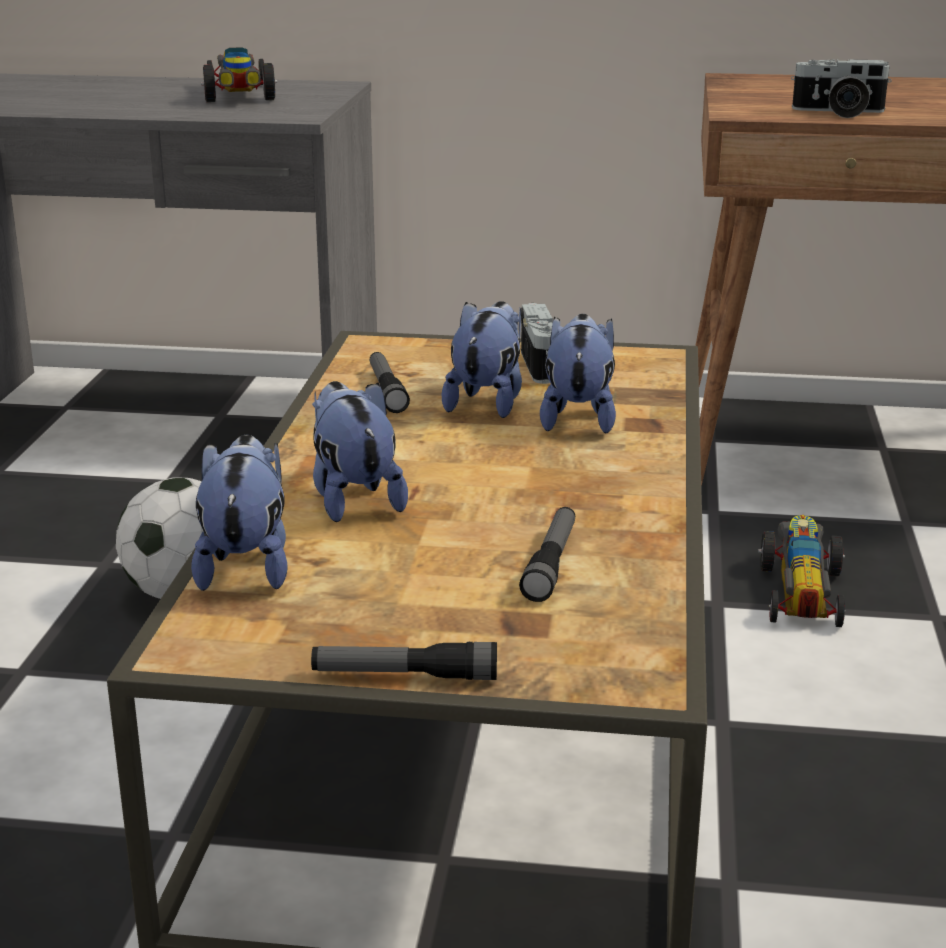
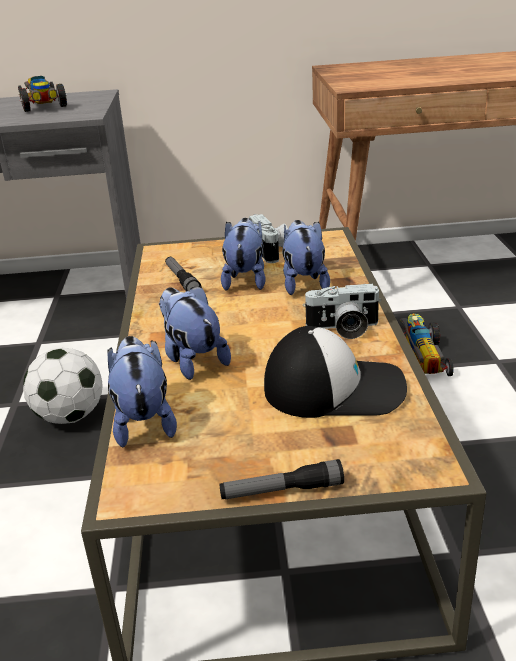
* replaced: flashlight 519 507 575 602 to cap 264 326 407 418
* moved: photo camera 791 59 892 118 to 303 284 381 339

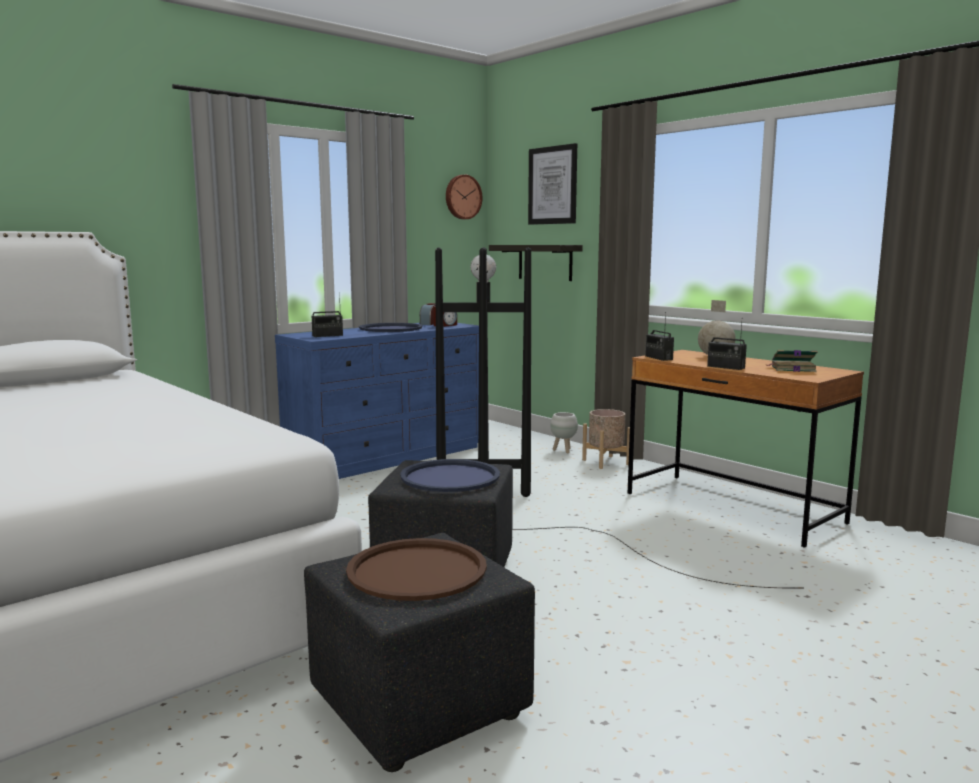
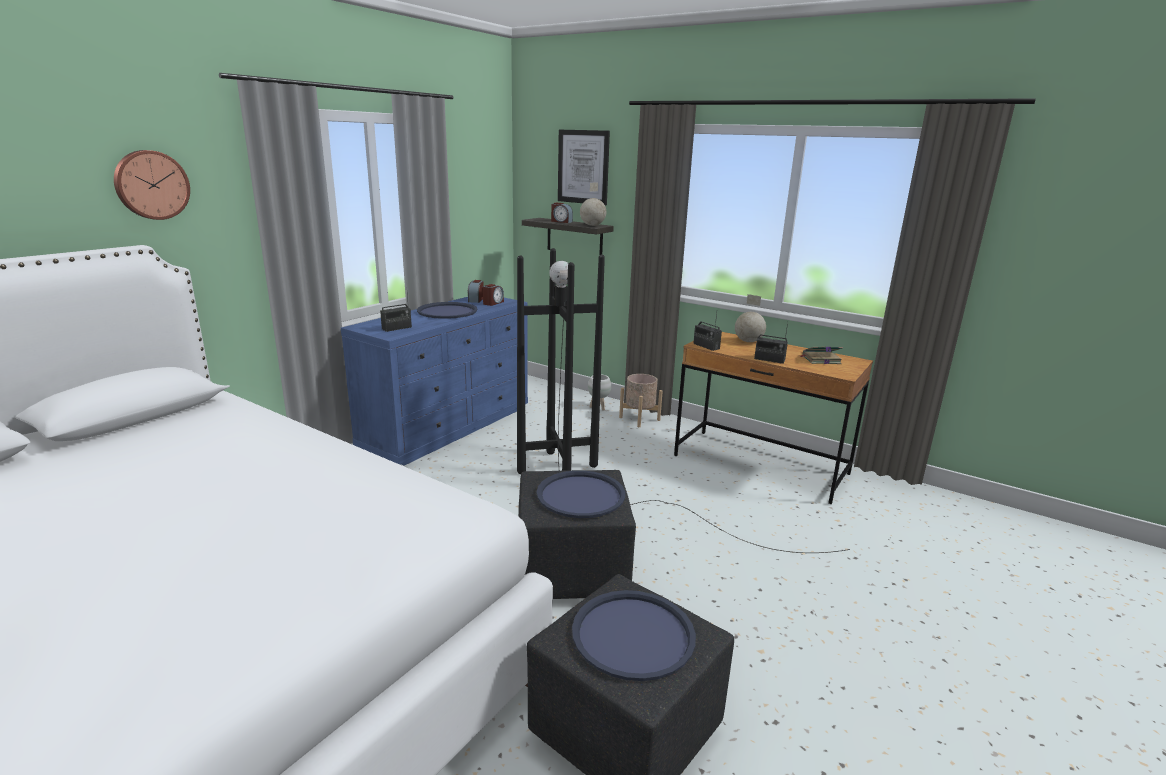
* recoloured: brown tray 346 538 487 601 to blue tray 572 590 696 681
* moved: wall clock 446 175 482 219 to 114 150 190 220
* added: alarm clock 551 203 573 223
* added: globe 580 182 606 226

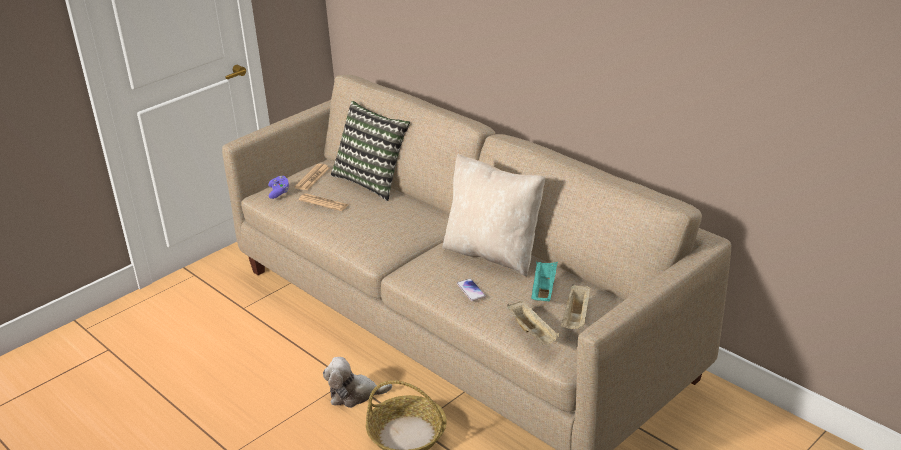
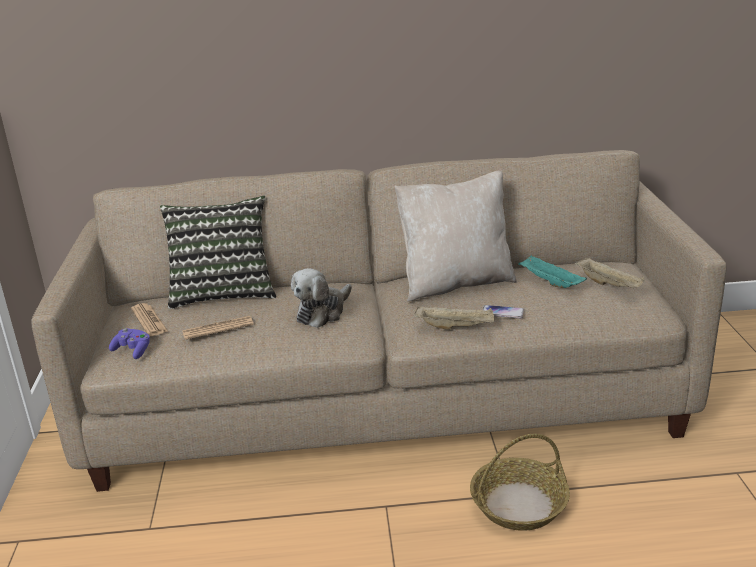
* moved: plush toy 323 357 392 408 to 291 268 352 328
* moved: beige tray 507 301 559 345 to 414 306 495 330

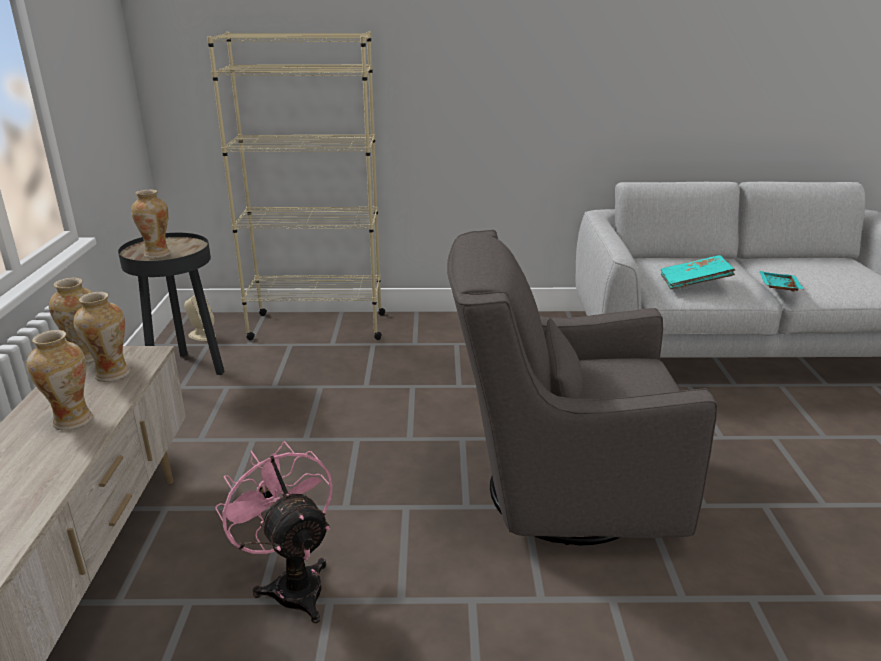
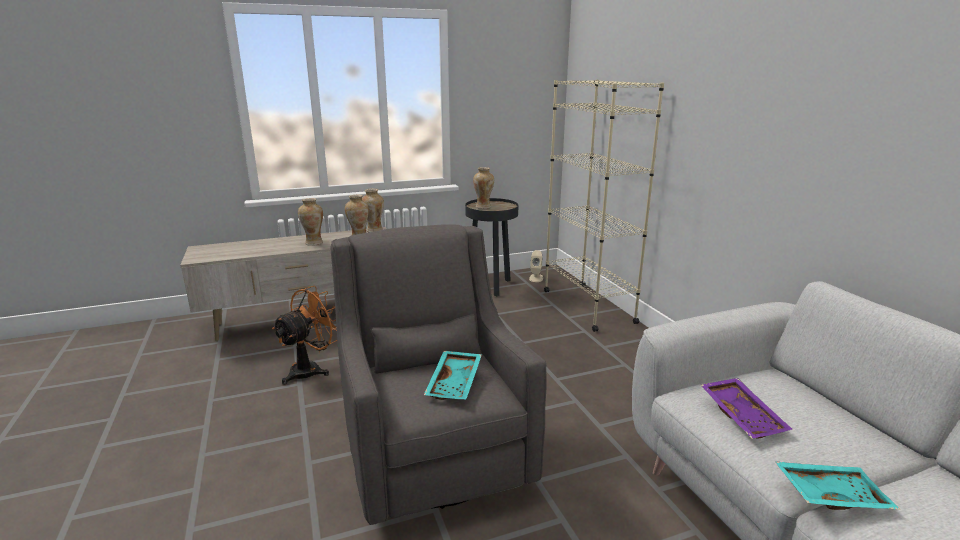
* recoloured: pink fan 215 441 332 623 to orange fan 272 286 337 385
* replaced: turquoise book 661 255 735 290 to purple tray 701 378 792 439
* added: turquoise tray 424 351 482 400

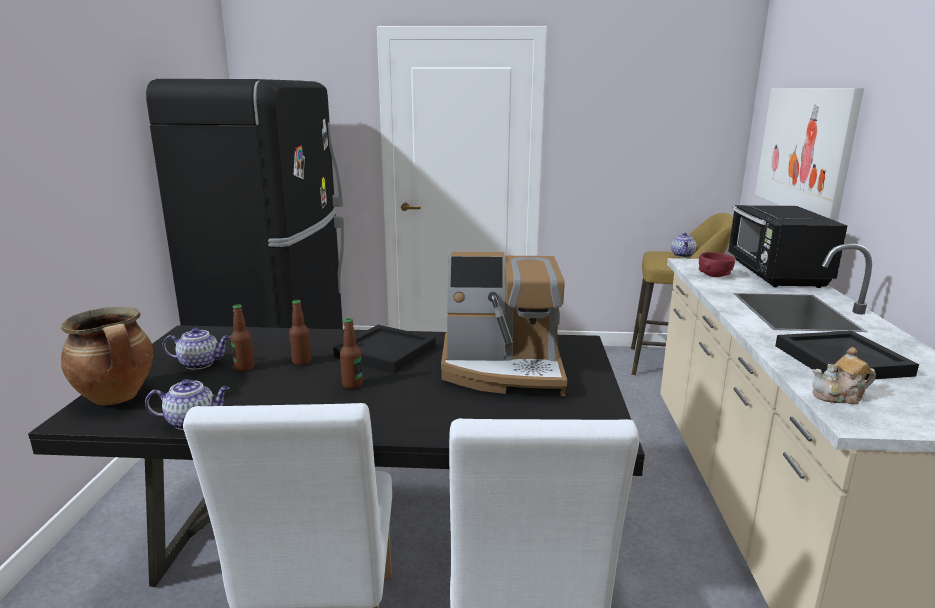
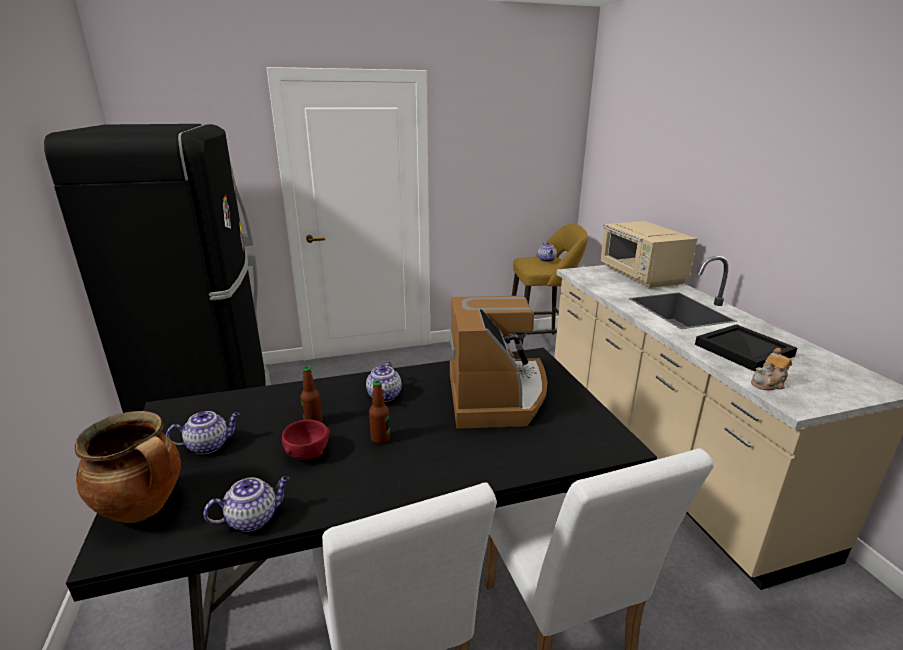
* removed: bottle 231 304 254 371
* replaced: black tray 333 325 436 373 to teapot 366 361 402 402
* turned: coffee machine 441 252 567 397 = 450 296 547 429 75 degrees counterclockwise
* moved: red bowl 699 252 735 277 to 282 420 330 460
* recoloured: black microwave 728 205 847 288 to beige microwave 601 221 697 289
* removed: picture 755 88 864 221

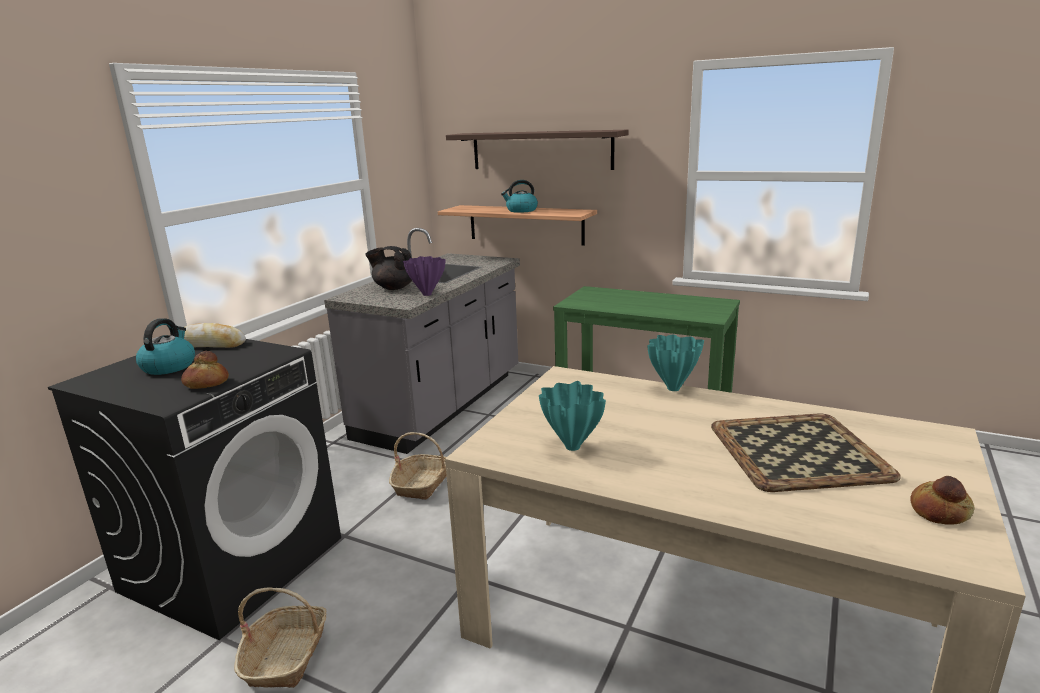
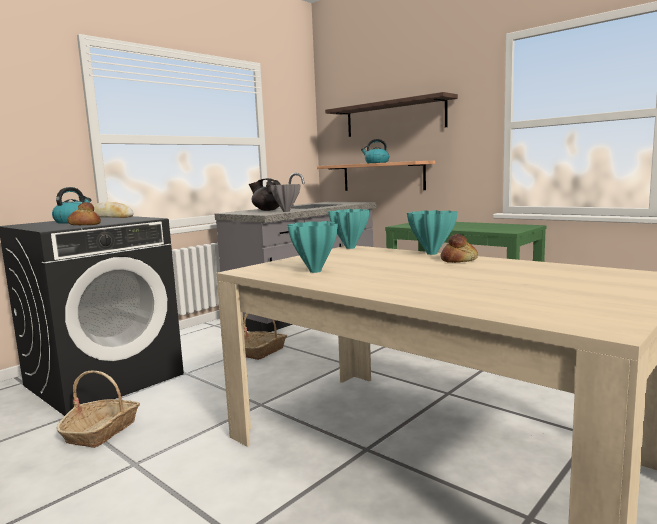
* recoloured: purple vase 403 256 446 296 to grey vase 270 184 301 212
* removed: tray 711 414 901 492
* moved: bread 910 476 975 525 to 441 234 478 263
* added: turquoise vase 328 209 370 249

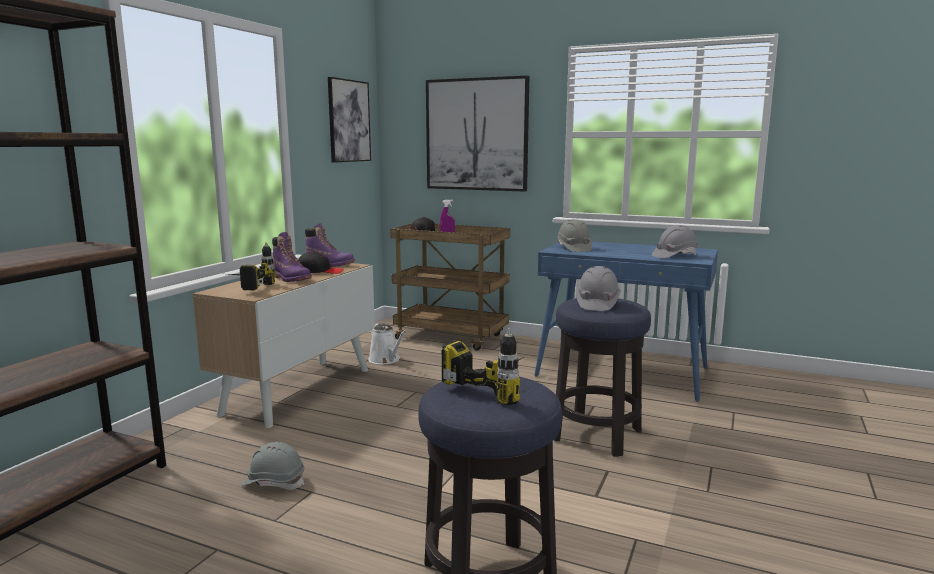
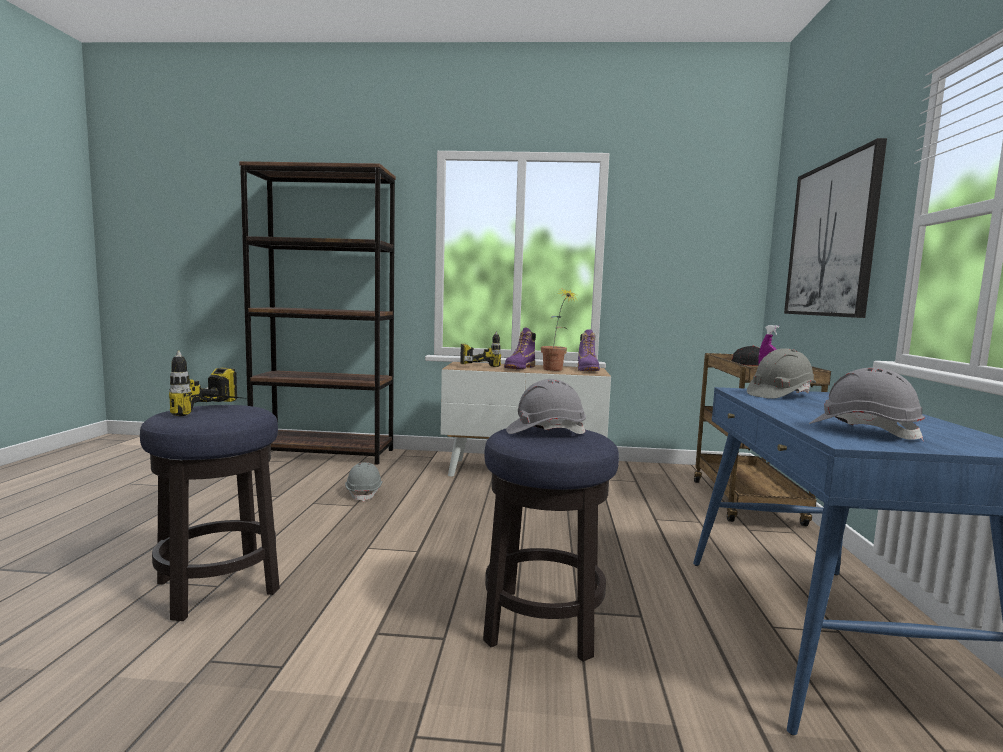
* replaced: black cap 298 251 343 274 to potted plant 541 288 579 371
* removed: picture 328 77 371 163
* removed: white watering can 368 323 406 364

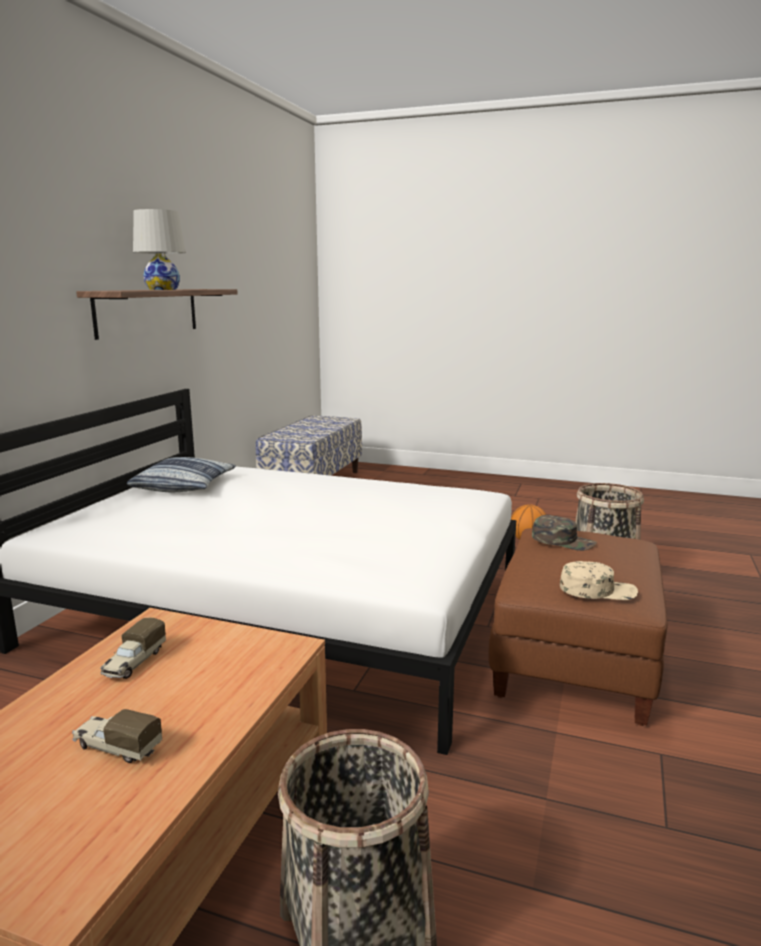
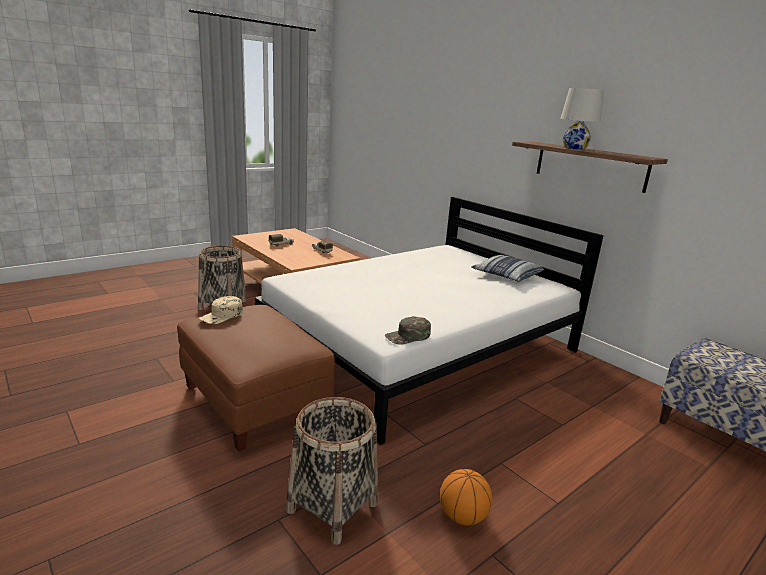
* moved: green cap 532 515 597 551 to 385 316 431 345

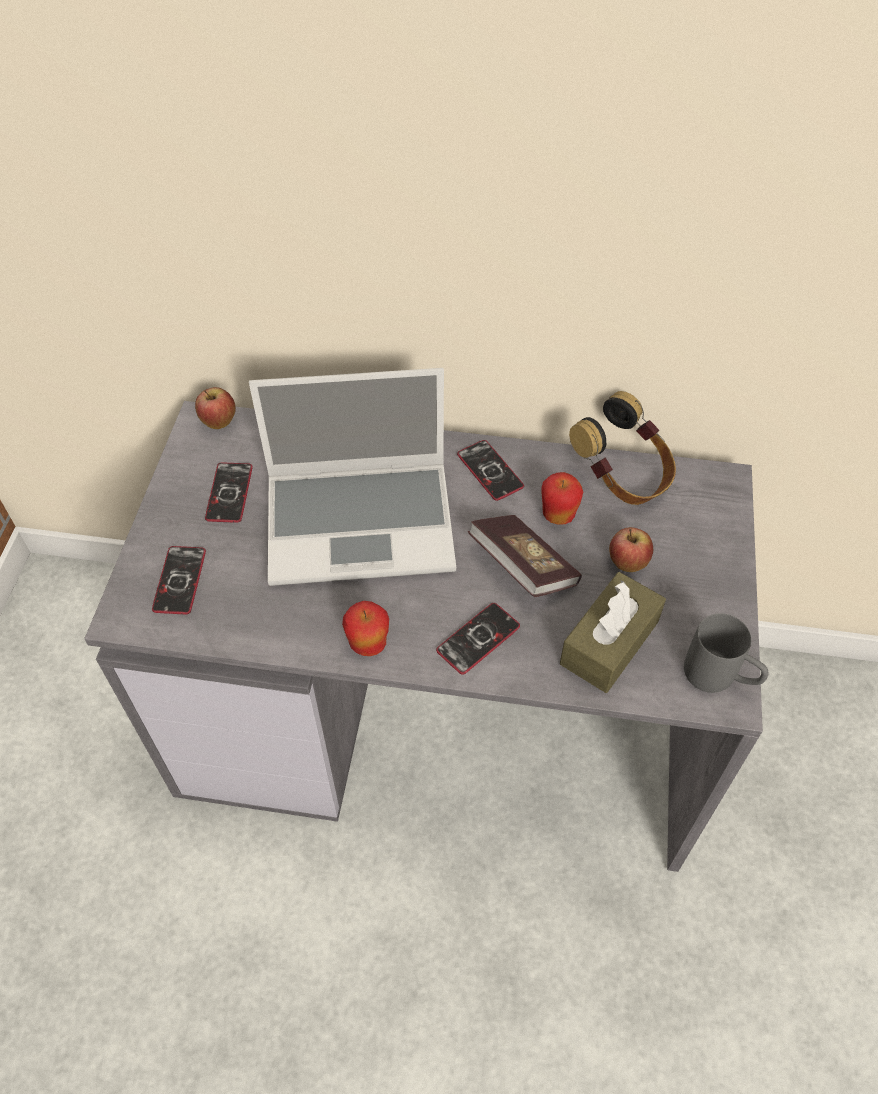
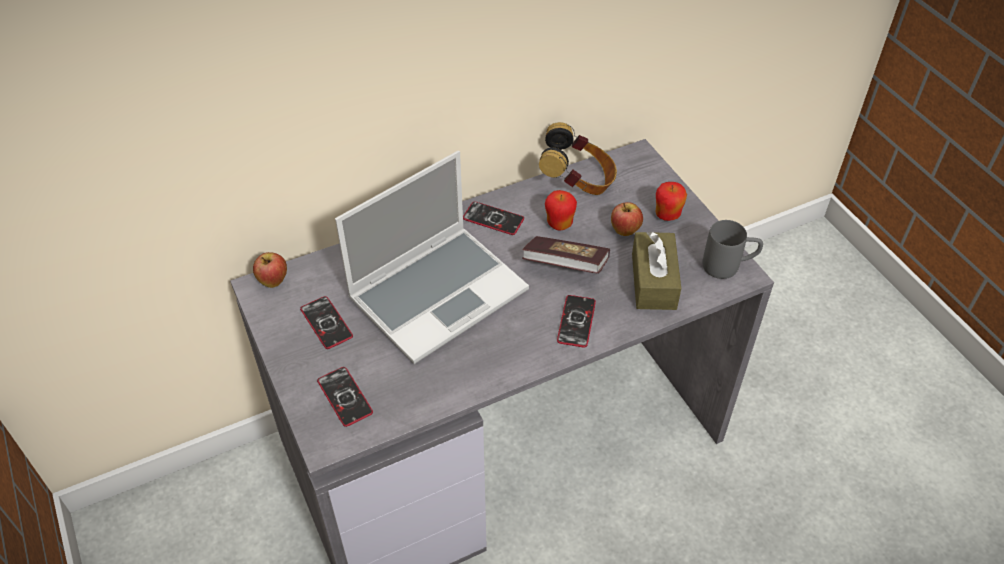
* moved: apple 342 601 389 656 to 655 182 687 221

